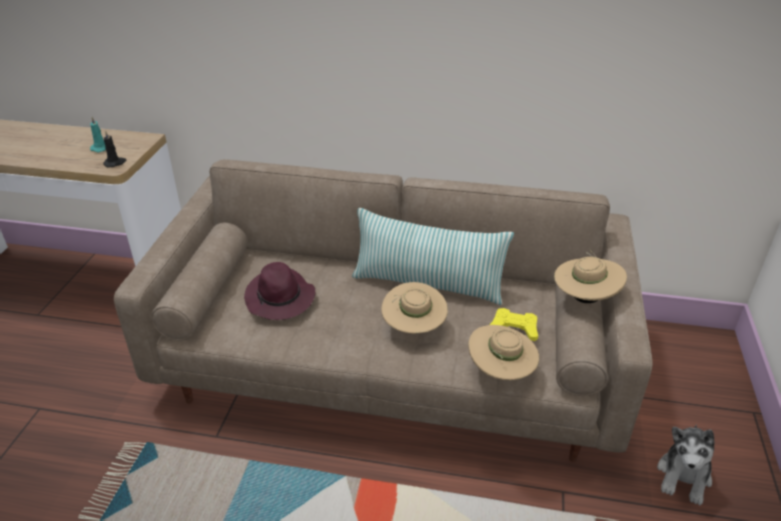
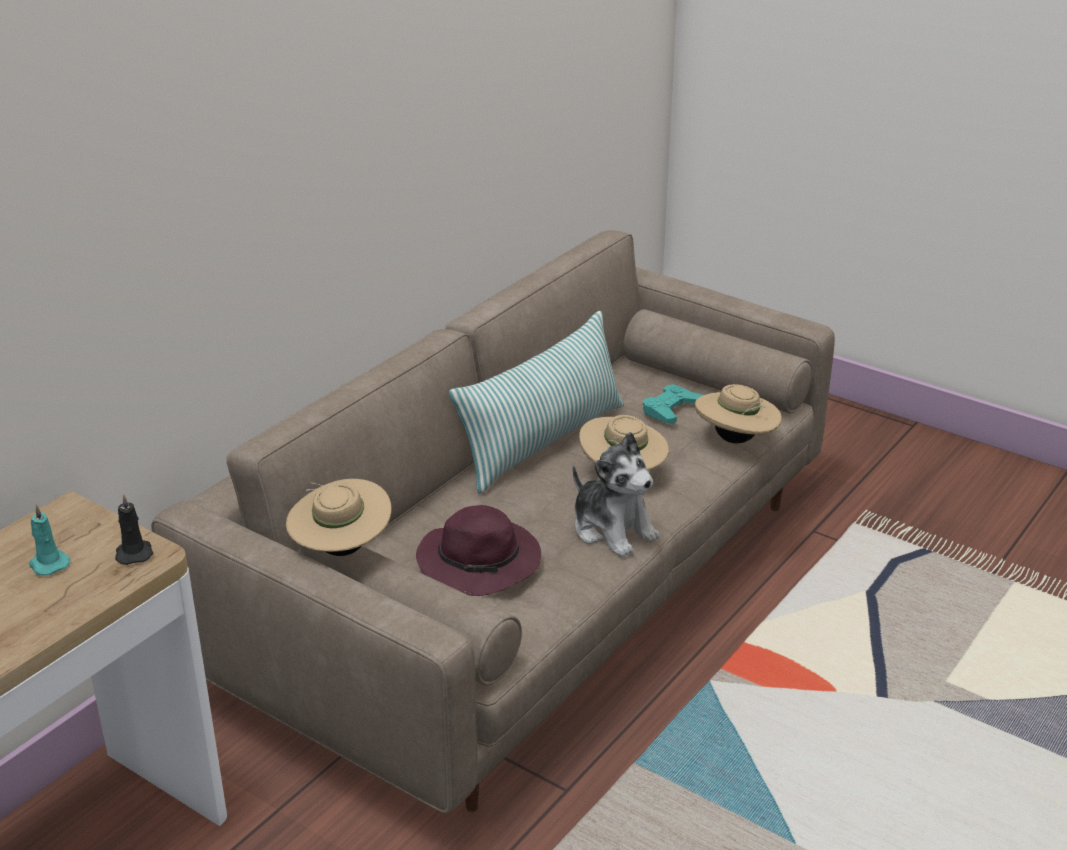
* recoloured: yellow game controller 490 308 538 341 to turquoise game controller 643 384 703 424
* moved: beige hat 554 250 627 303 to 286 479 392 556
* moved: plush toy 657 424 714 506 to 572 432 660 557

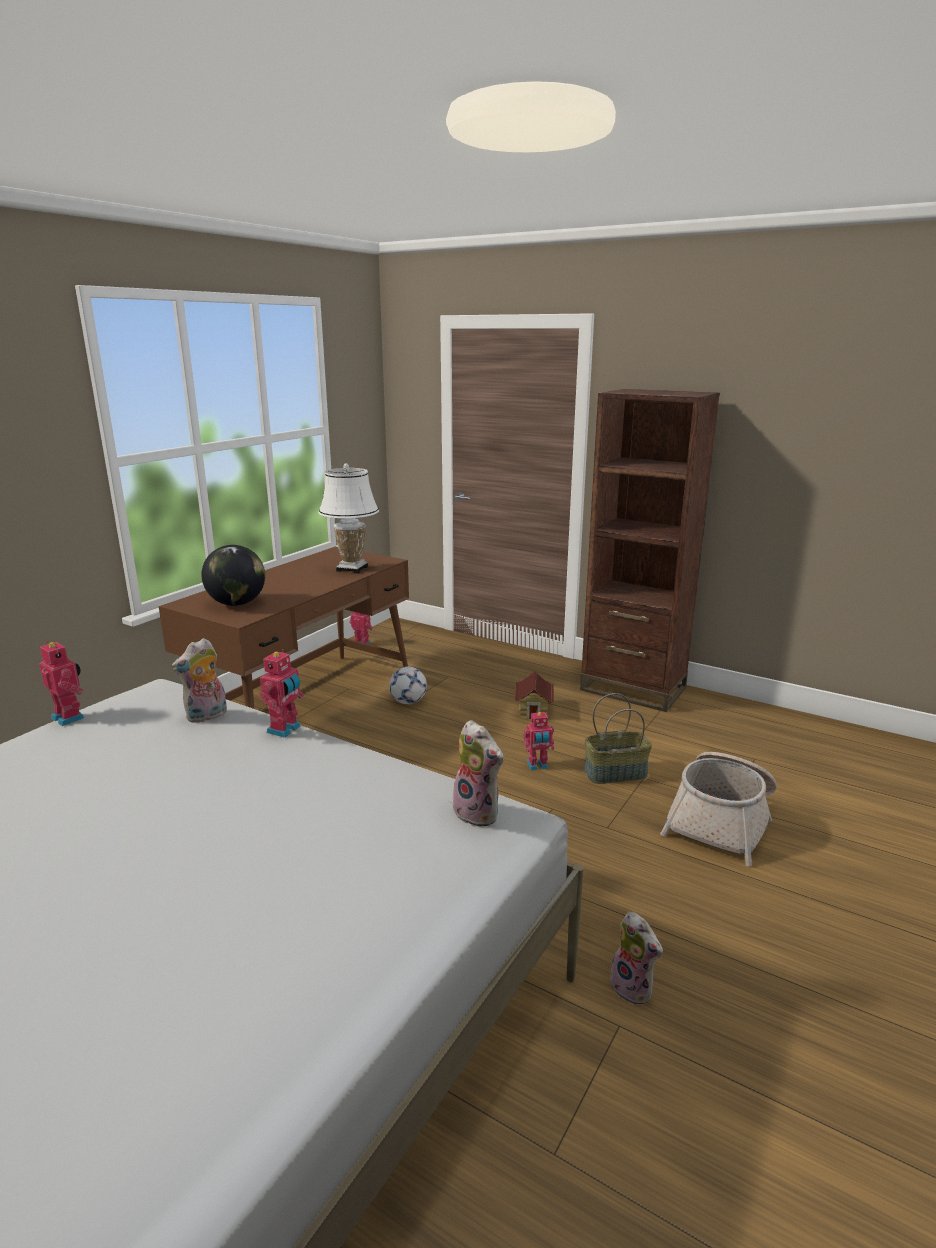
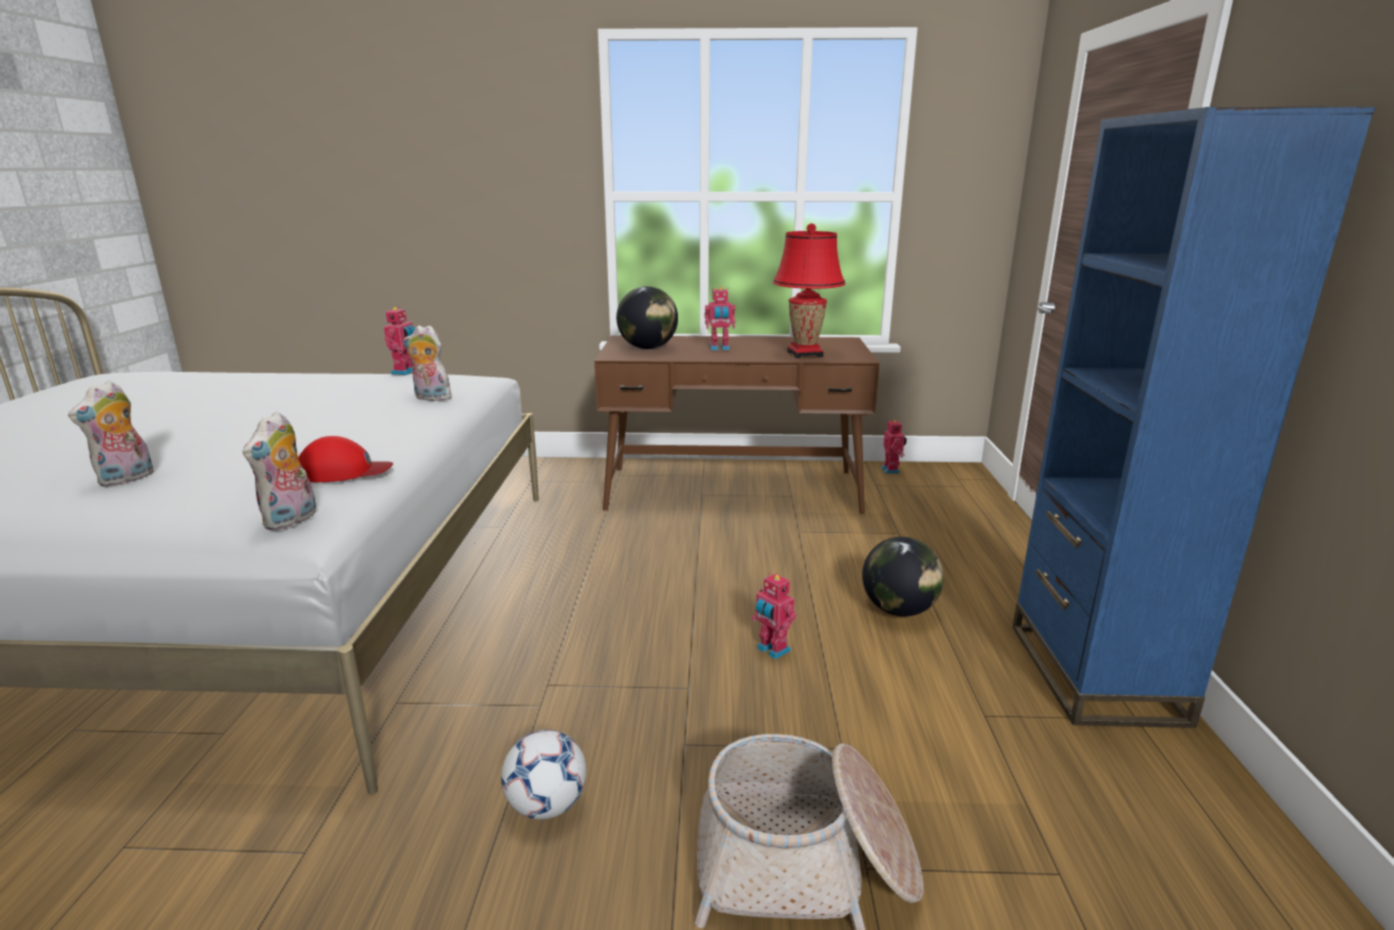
* moved: toy robot 260 649 304 738 to 705 287 735 351
* recoloured: white table lamp 318 463 379 574 to red table lamp 773 223 845 358
* moved: football 389 666 427 704 to 501 730 586 819
* replaced: toy house 515 672 554 719 to globe 862 537 944 616
* recoloured: brown bookcase 580 389 720 712 to blue bookcase 1012 107 1375 728
* removed: basket 584 693 652 784
* moved: plush toy 610 912 663 1005 to 68 381 154 487
* added: red cap 298 436 393 482

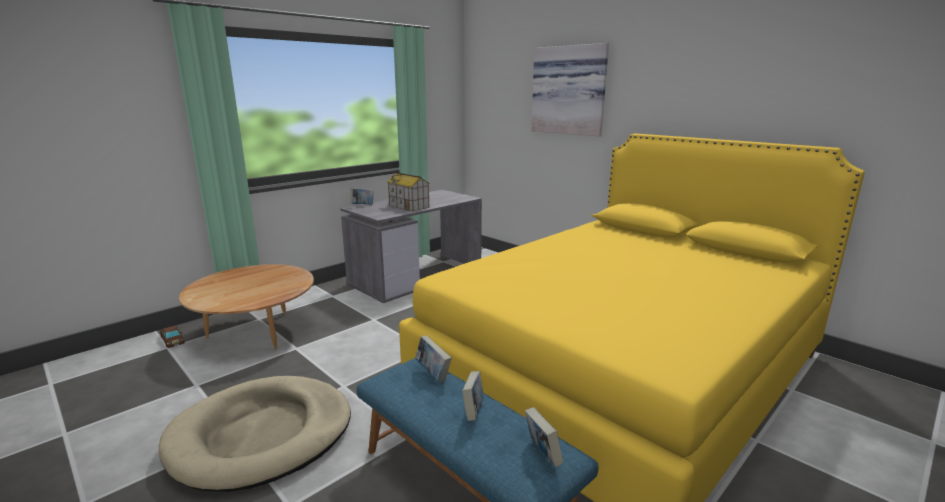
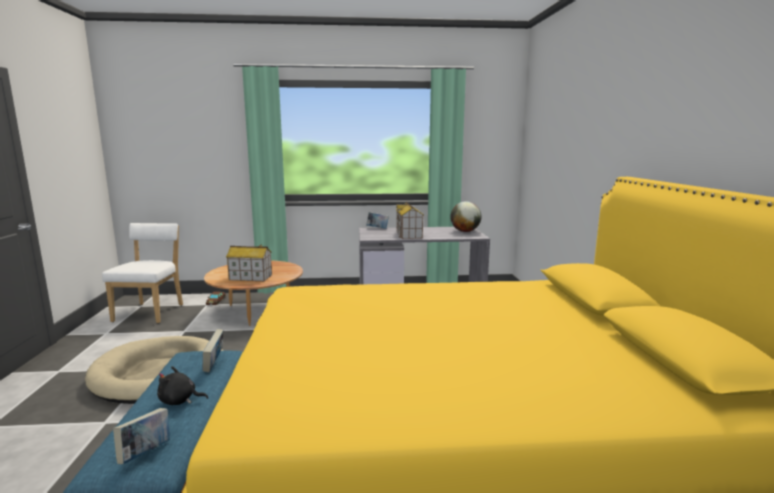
* replaced: book 462 371 484 421 to black plush toy 157 366 208 405
* removed: picture 531 43 609 136
* added: white chair 102 223 183 323
* added: toy house 226 244 272 281
* added: globe 450 201 481 232

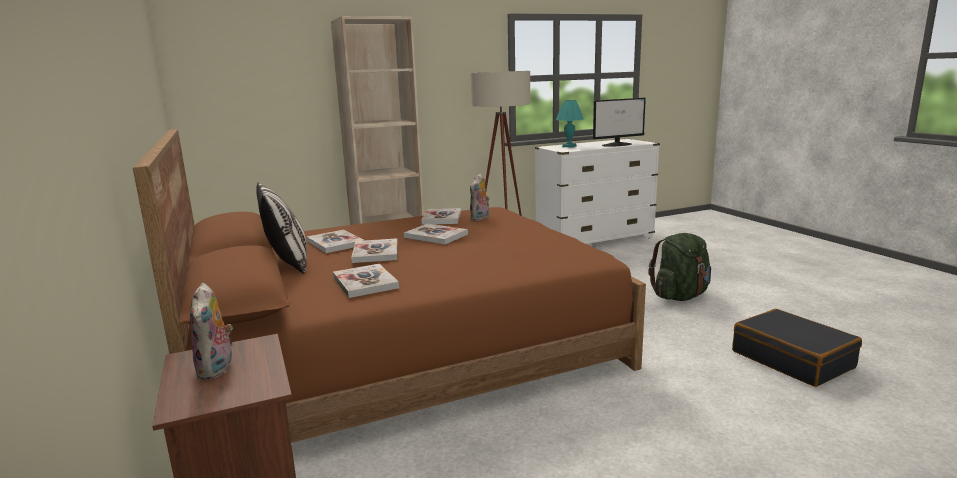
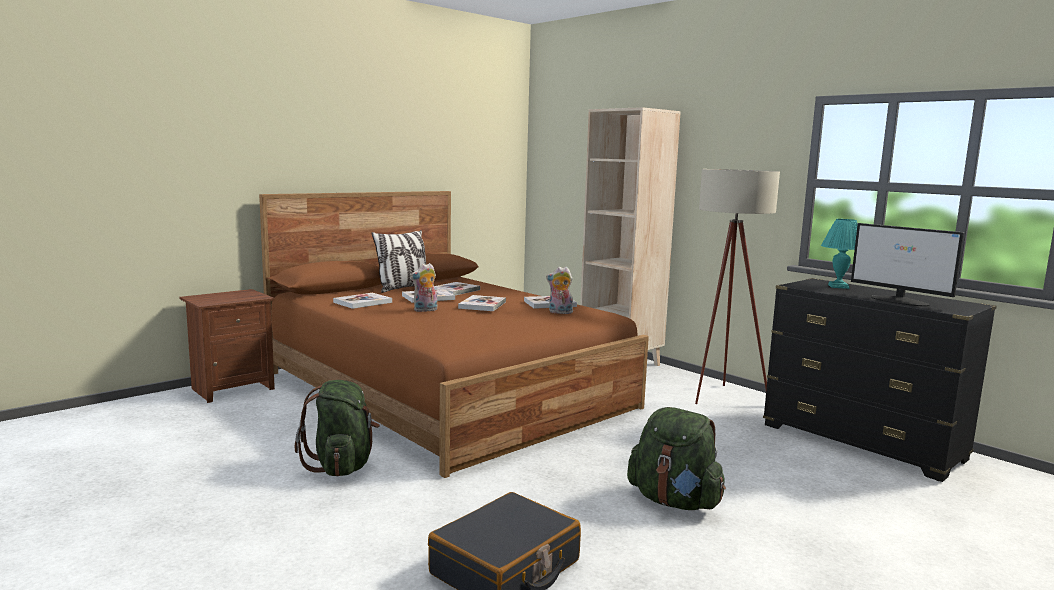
* moved: plush toy 190 283 233 380 to 410 263 437 312
* recoloured: white dresser 535 139 660 244 to black dresser 763 278 996 482
* added: green backpack 295 380 380 477

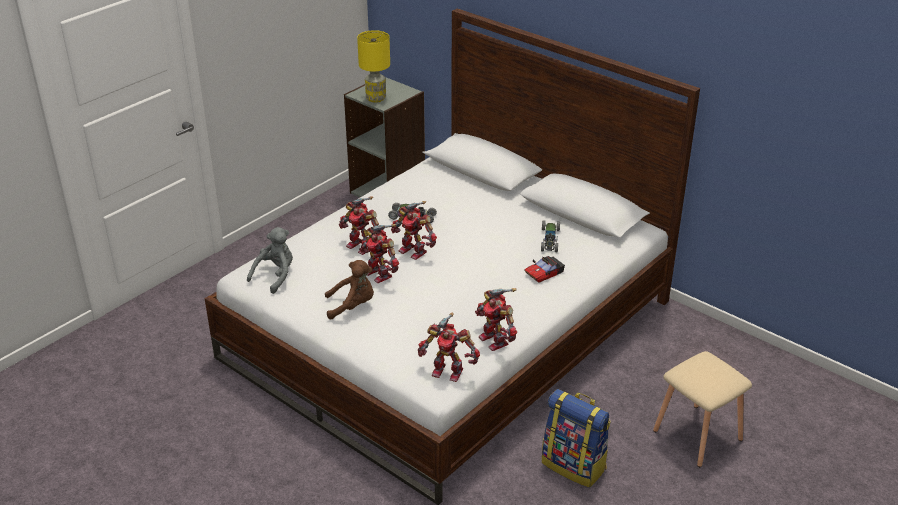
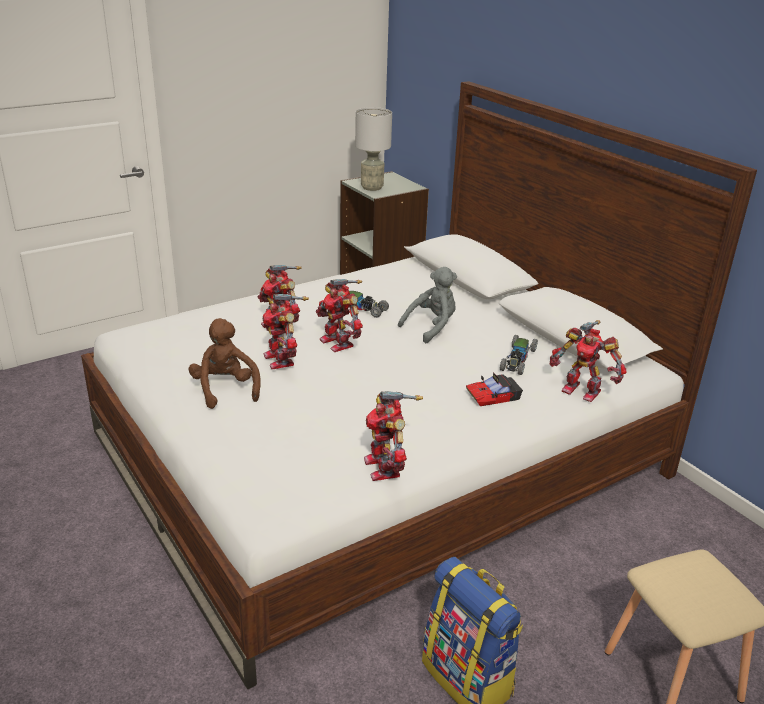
* moved: grey plush toy 247 227 293 294 to 398 267 457 343
* turned: brown plush toy 325 260 374 320 = 189 318 261 409 120 degrees counterclockwise
* recoloured: yellow table lamp 357 30 390 103 to grey table lamp 355 107 392 191
* moved: toy robot 418 313 480 382 to 550 320 627 402

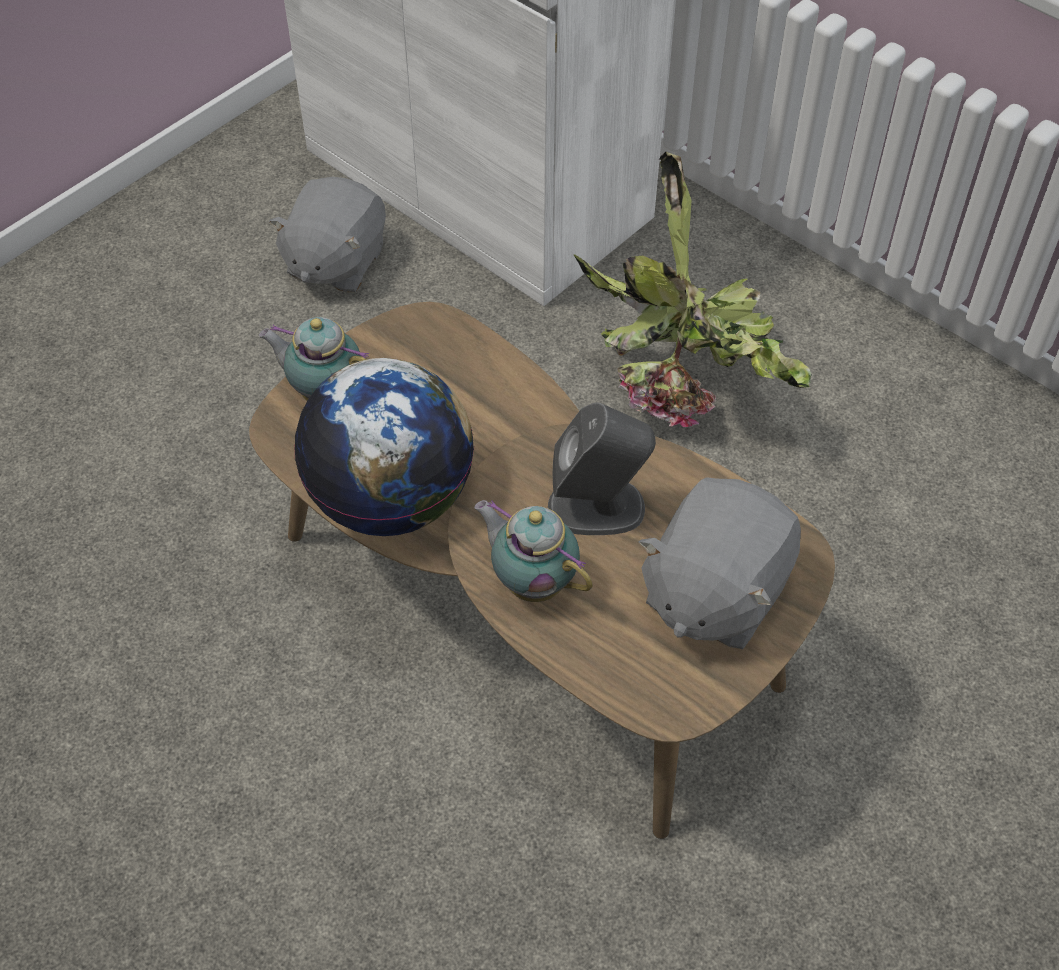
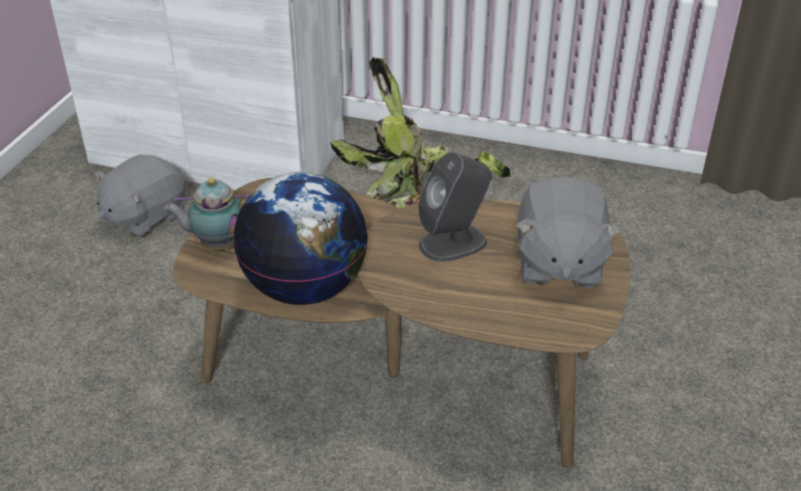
* turned: grey plush toy 269 177 386 293 = 94 155 185 238 45 degrees clockwise
* removed: teapot 474 500 593 602

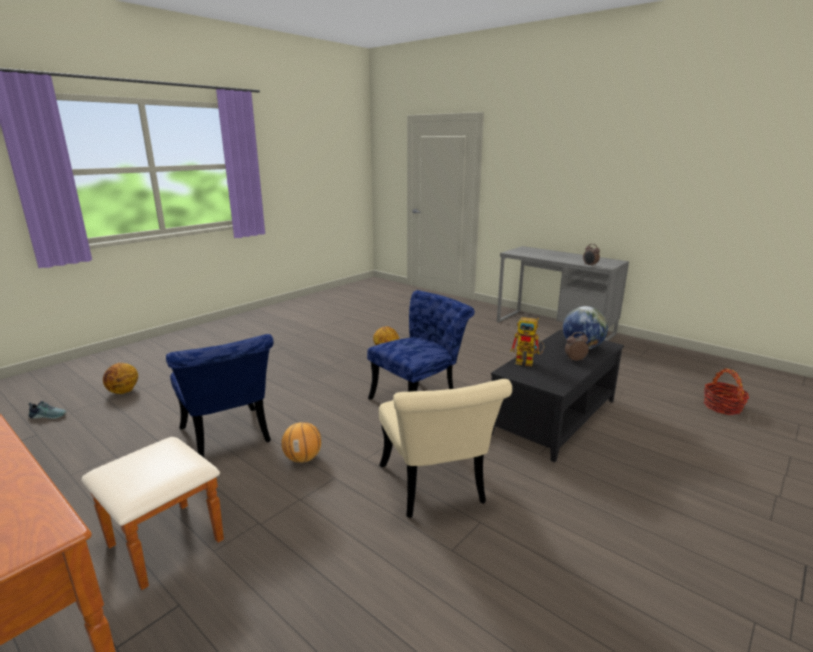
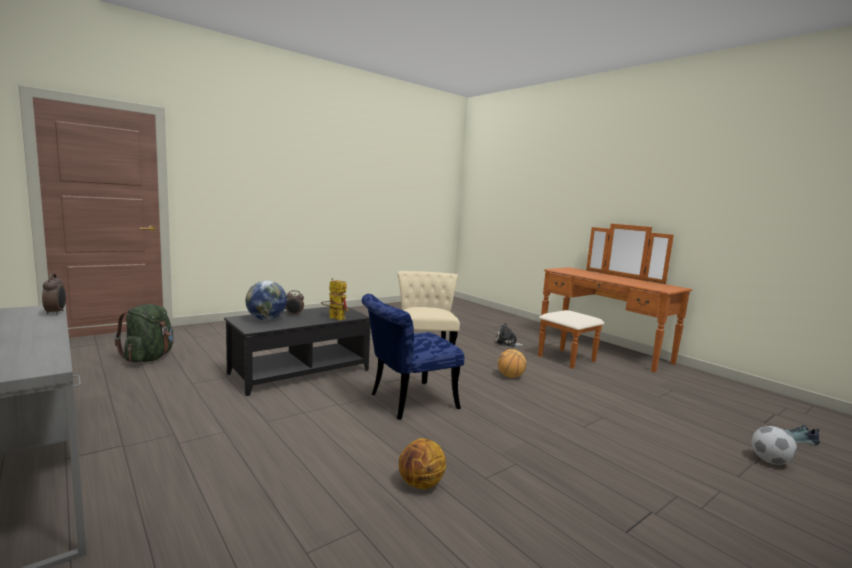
* replaced: basketball 103 363 138 394 to football 751 426 797 465
* removed: blue chair 166 334 273 457
* replaced: basket 703 368 749 415 to green backpack 114 304 174 362
* added: plush toy 495 323 526 347

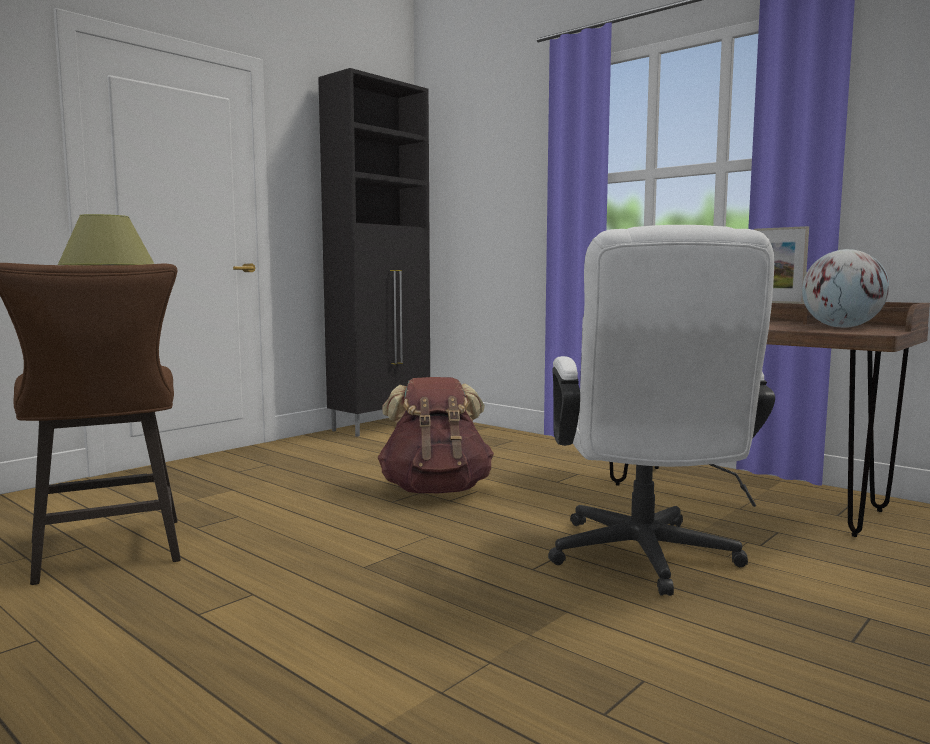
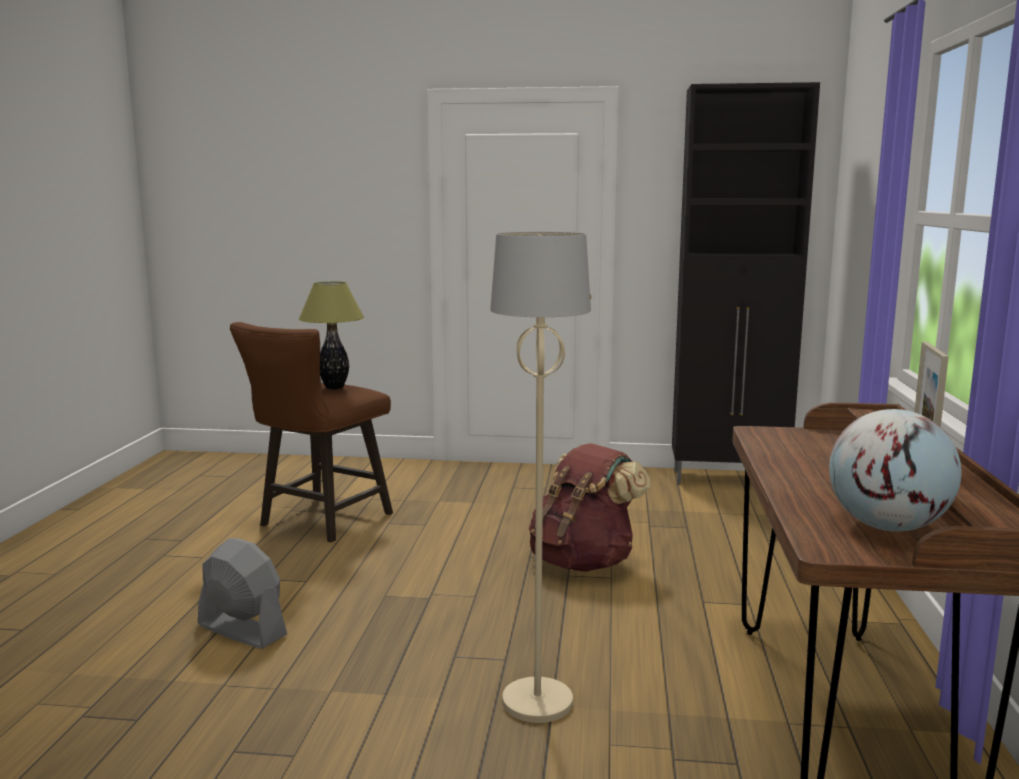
* replaced: white office chair 548 225 775 596 to beige floor lamp 490 232 591 723
* added: grey fan 198 538 287 649

